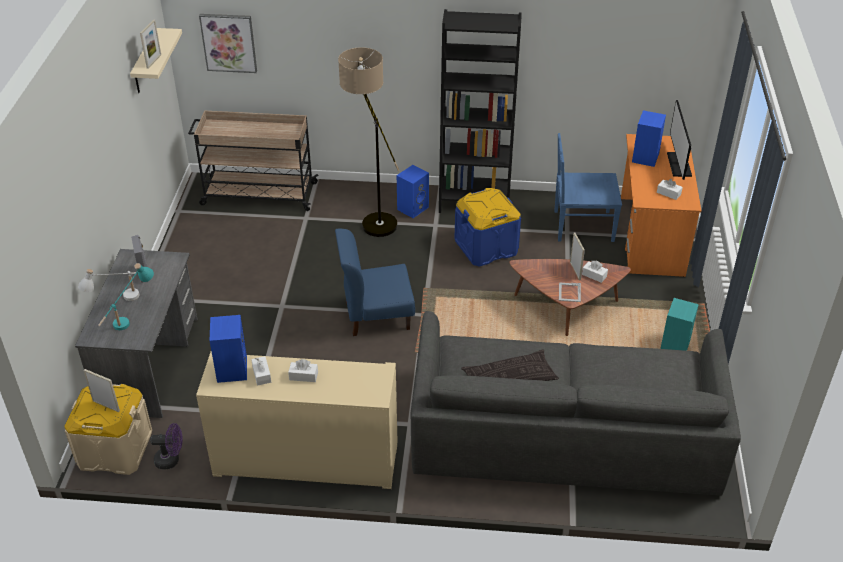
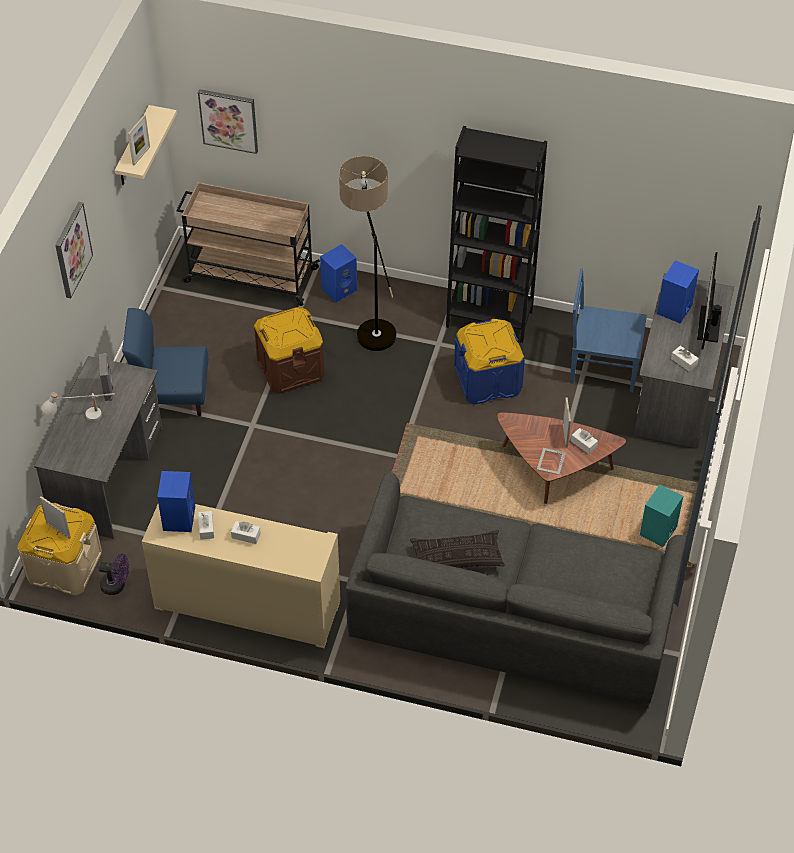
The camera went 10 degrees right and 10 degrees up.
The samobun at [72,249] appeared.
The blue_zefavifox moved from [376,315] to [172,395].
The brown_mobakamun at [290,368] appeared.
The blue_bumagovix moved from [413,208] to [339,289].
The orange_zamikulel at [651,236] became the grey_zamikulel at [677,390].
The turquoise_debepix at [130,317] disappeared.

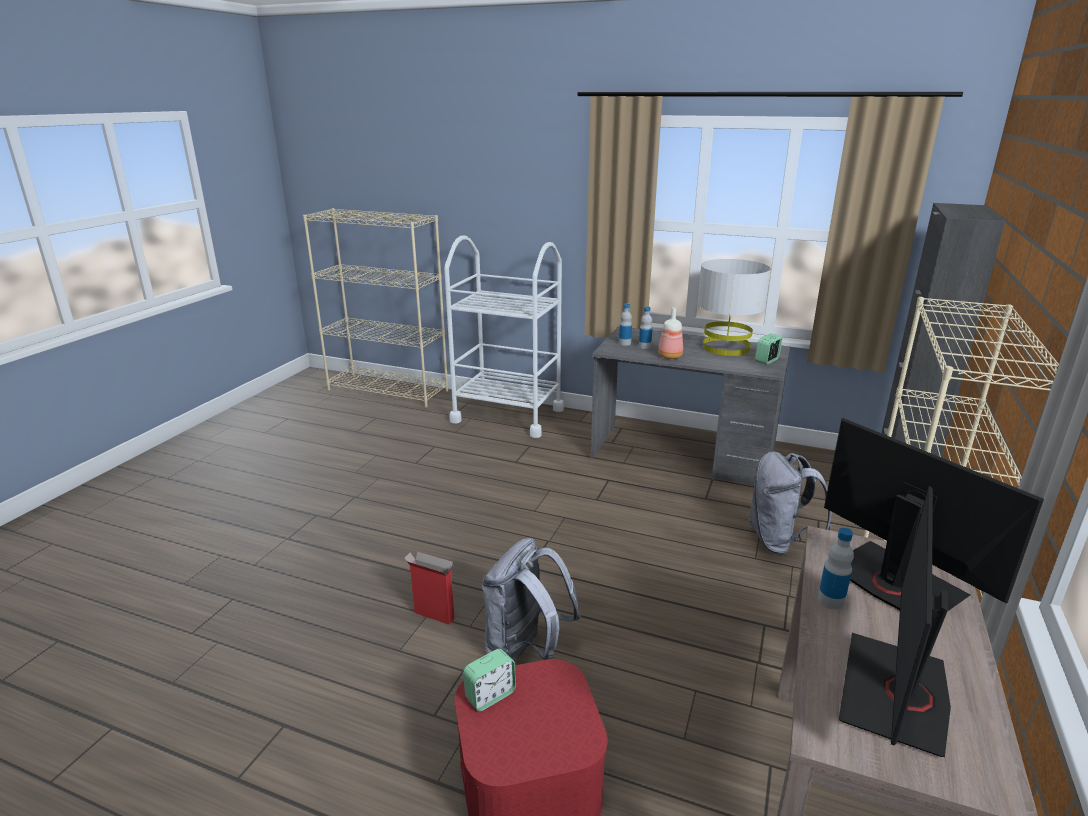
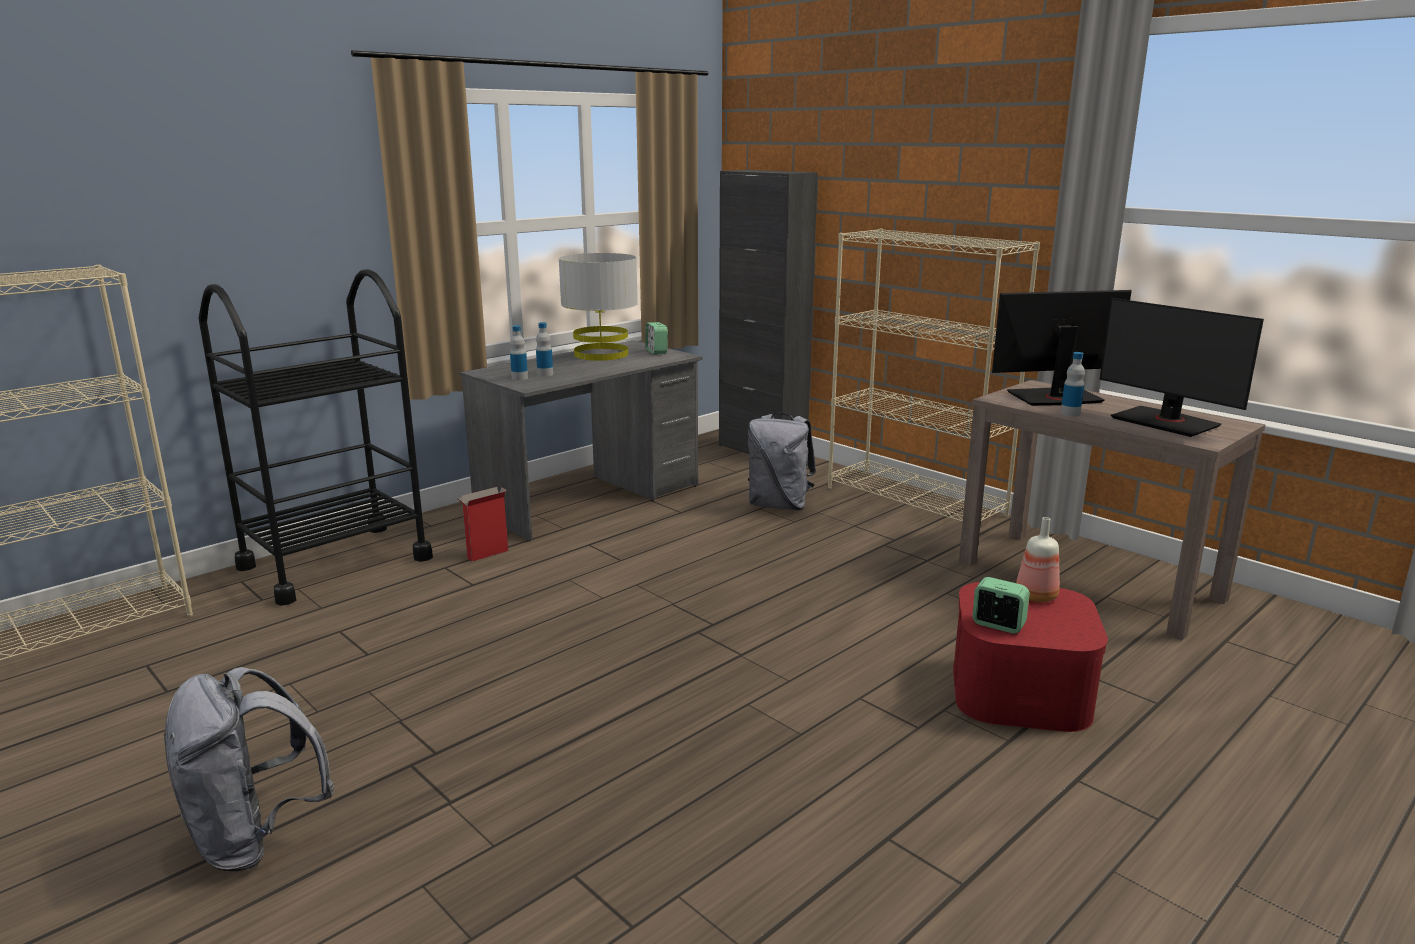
The camera went 65 degrees left and 5 degrees down.
The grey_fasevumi moved from [525,649] to [255,838].
The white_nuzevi at [507,415] became the black_nuzevi at [335,563].
The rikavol moved from [433,615] to [487,554].
The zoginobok at [490,695] turned 45 degrees counterclockwise.
The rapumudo moved from [670,356] to [1034,596].

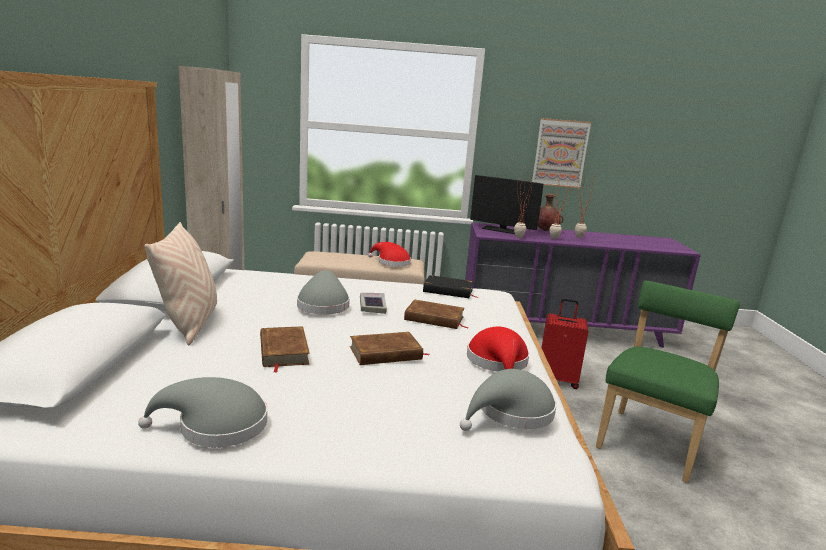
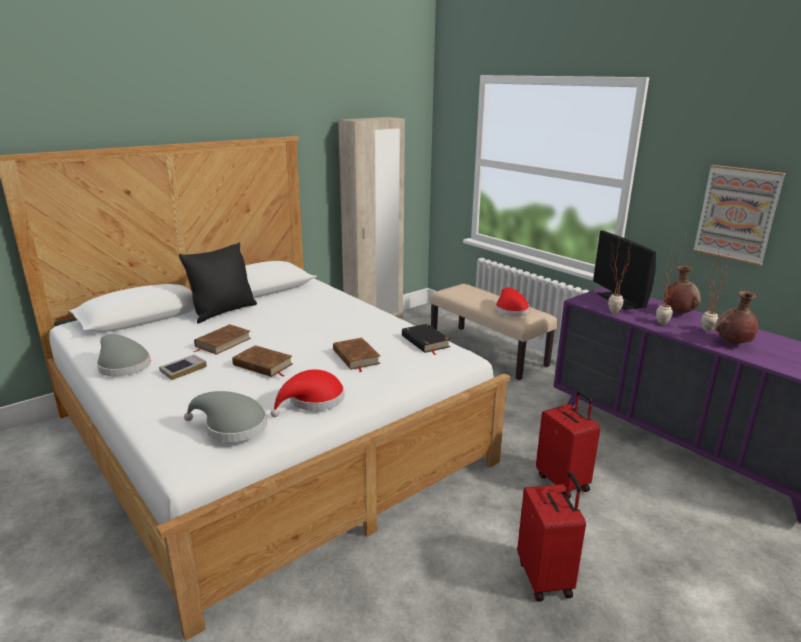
The camera went 50 degrees right and 5 degrees up.
The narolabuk moved from [372,306] to [183,369].
The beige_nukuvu at [190,324] became the black_nukuvu at [223,312].
The green_zefavifox at [650,441] was replaced by the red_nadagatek at [546,578].
The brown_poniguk at [731,343] appeared.
The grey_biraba at [323,305] disappeared.

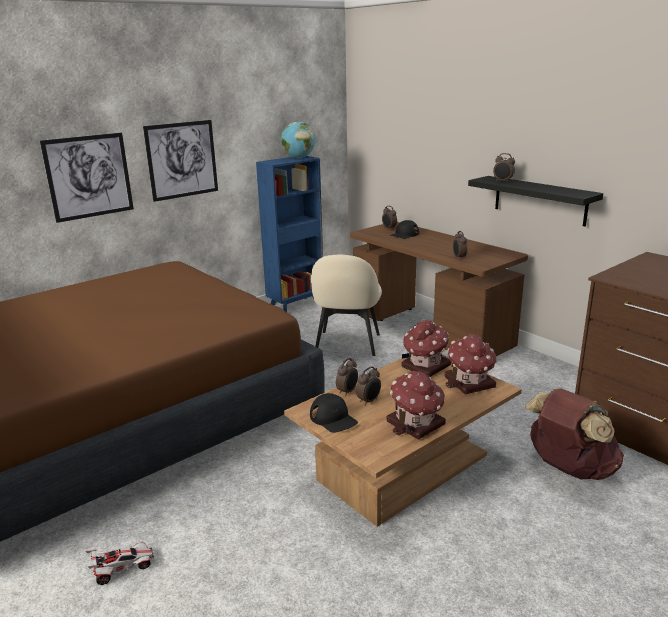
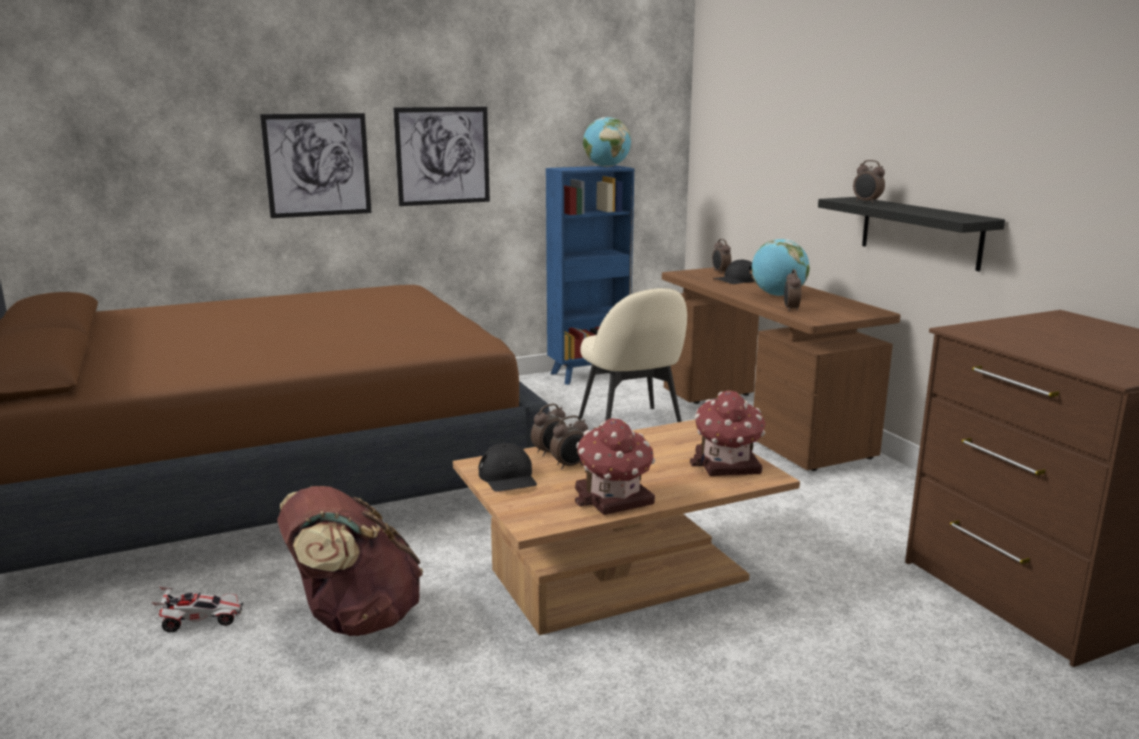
The camera went 15 degrees right and 5 degrees down.
The brown_fasevumi moved from [569,469] to [354,619].
The beige_zefavifox at [347,344] turned 45 degrees counterclockwise.
The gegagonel at [778,295] appeared.
The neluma at [425,367] disappeared.

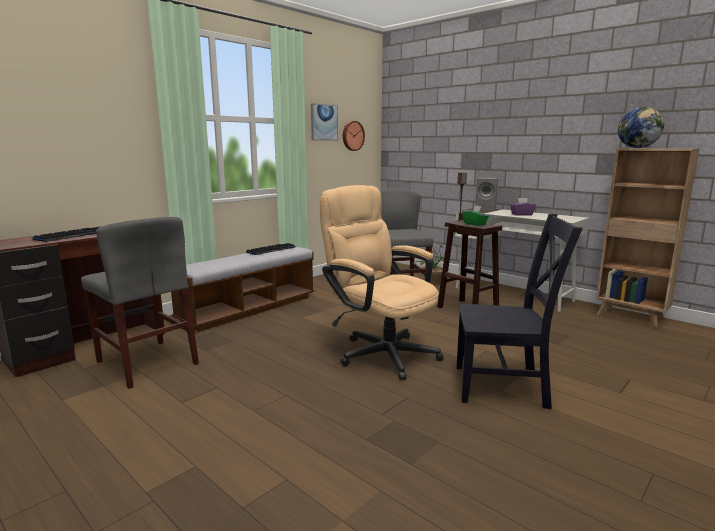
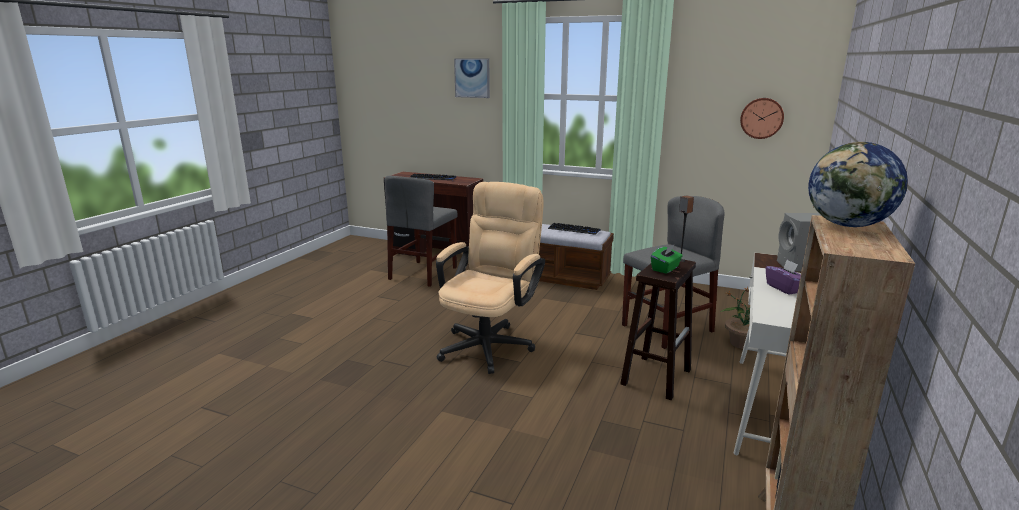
The camera went 70 degrees right and 5 degrees up.
The samobun moved from [324,122] to [472,78].
The black_zefavifox at [505,386] disappeared.

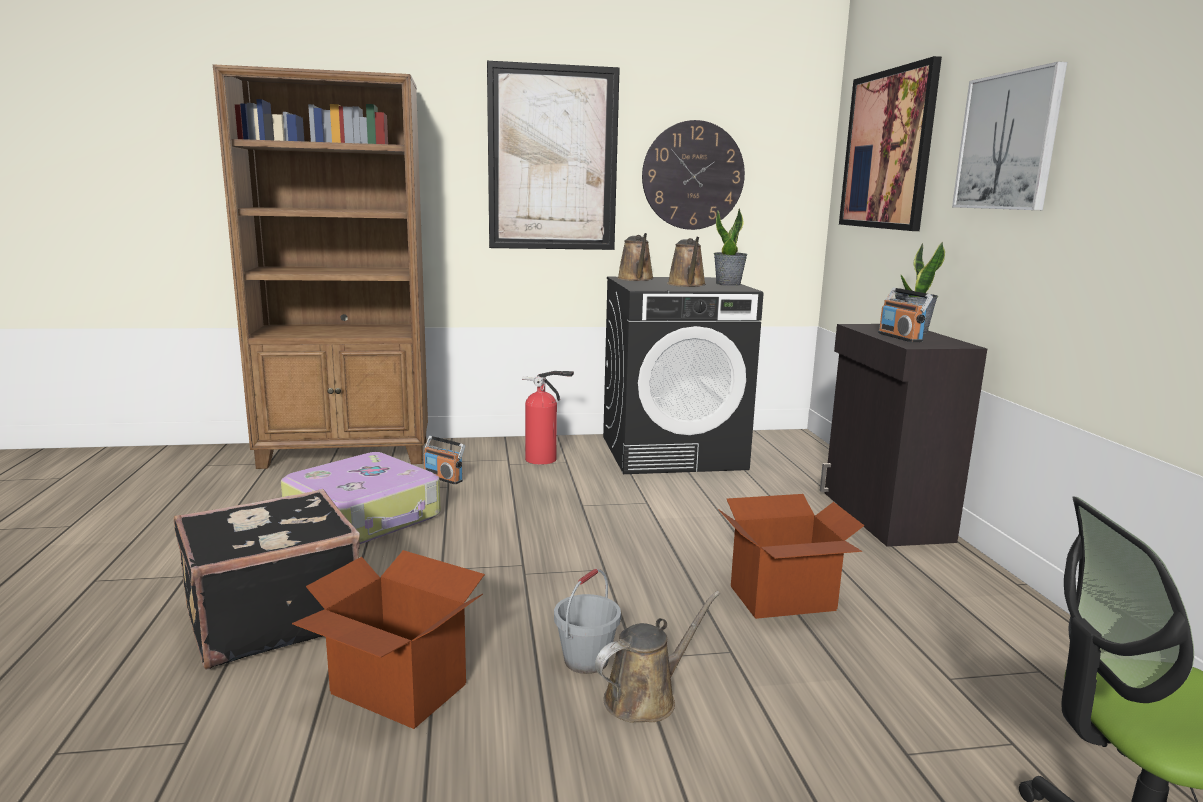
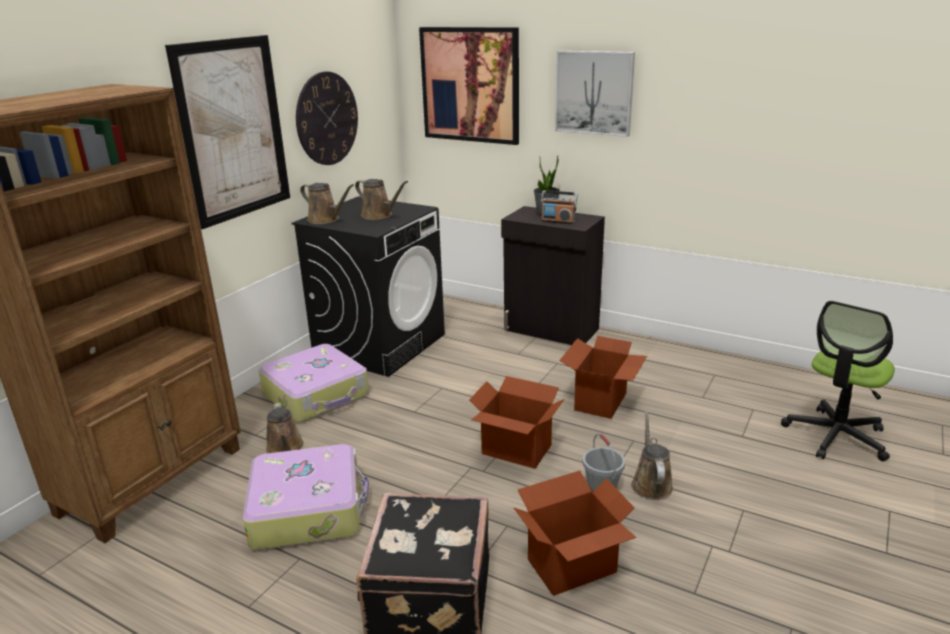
The camera went 50 degrees left and 10 degrees up.
The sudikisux at [544,459] was replaced by the nadagatek at [317,394].
The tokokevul at [443,478] was replaced by the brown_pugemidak at [285,449].
The rikavol at [516,450] appeared.
The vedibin at [728,284] disappeared.

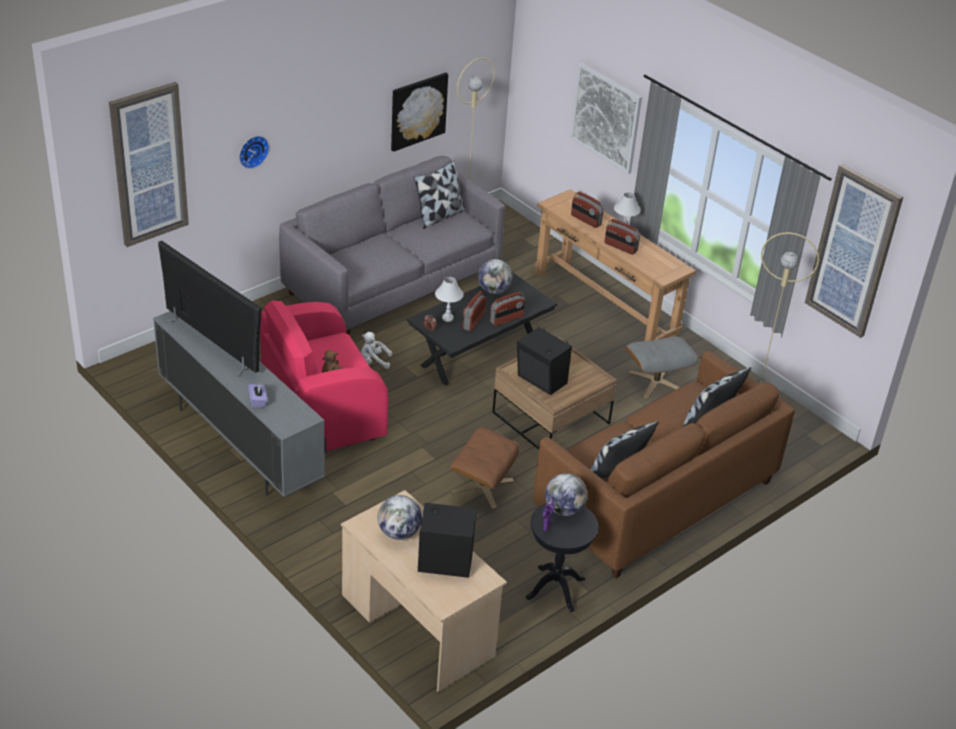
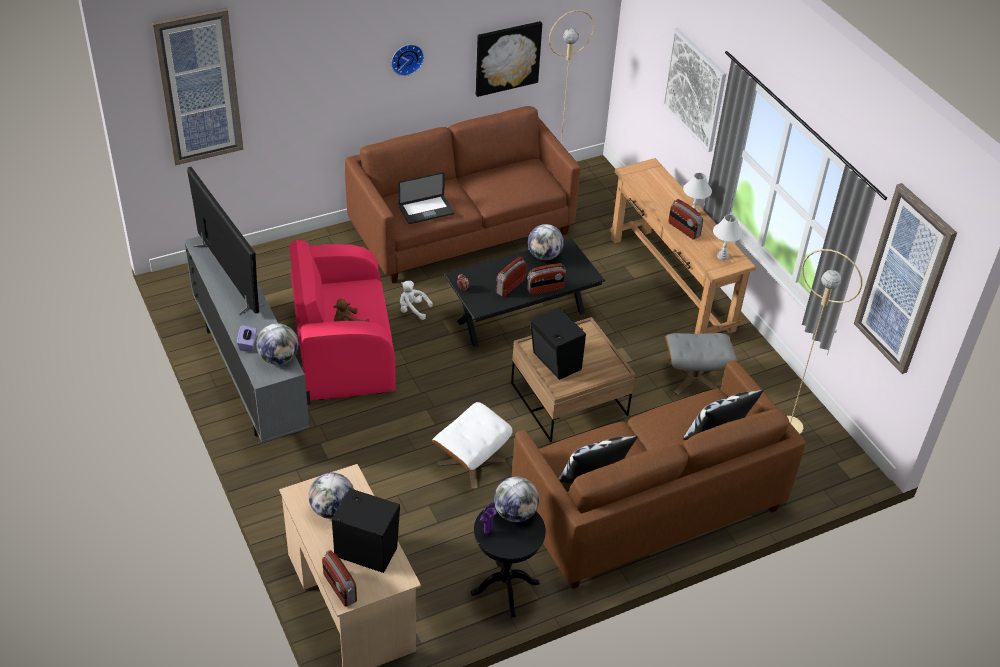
The camera went 15 degrees right and 5 degrees up.
The gegagonel at [279,358] appeared.
The tokokevul moved from [585,220] to [339,588].
The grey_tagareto at [392,283] became the brown_tagareto at [461,230].
The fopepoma moved from [252,151] to [406,58].
The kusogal at [426,210] appeared.
The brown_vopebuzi at [482,486] became the white_vopebuzi at [471,462].
The white_debepix moved from [447,318] to [722,256].
The nukuvu at [439,217] disappeared.

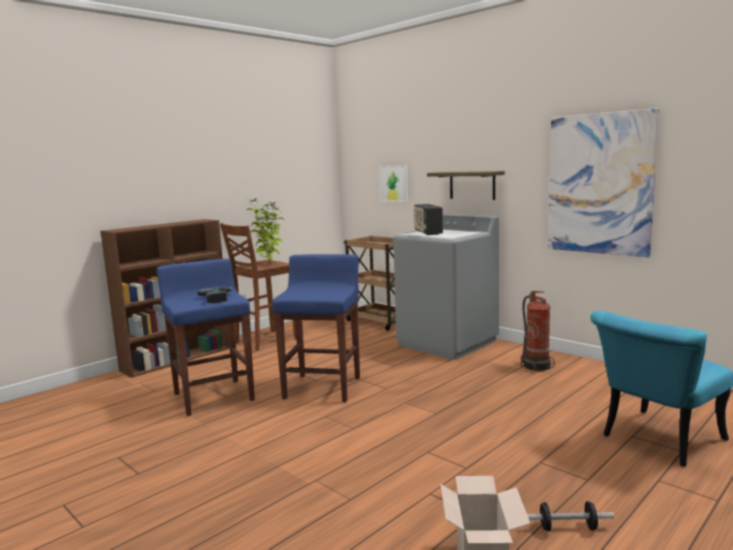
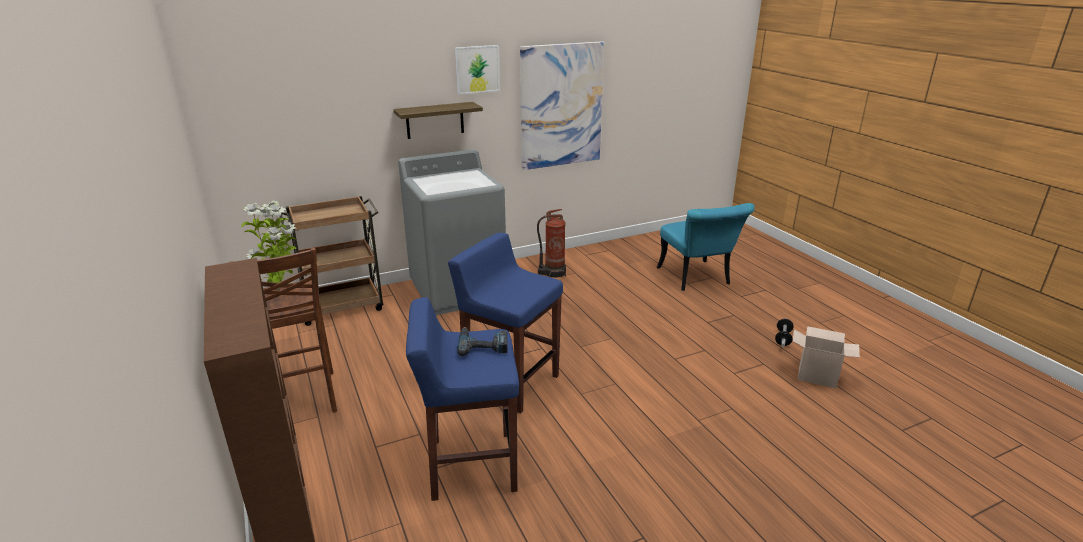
The camera went 70 degrees left and 15 degrees up.
The samobun moved from [394,183] to [477,69].
The tokokevul at [427,232] disappeared.

